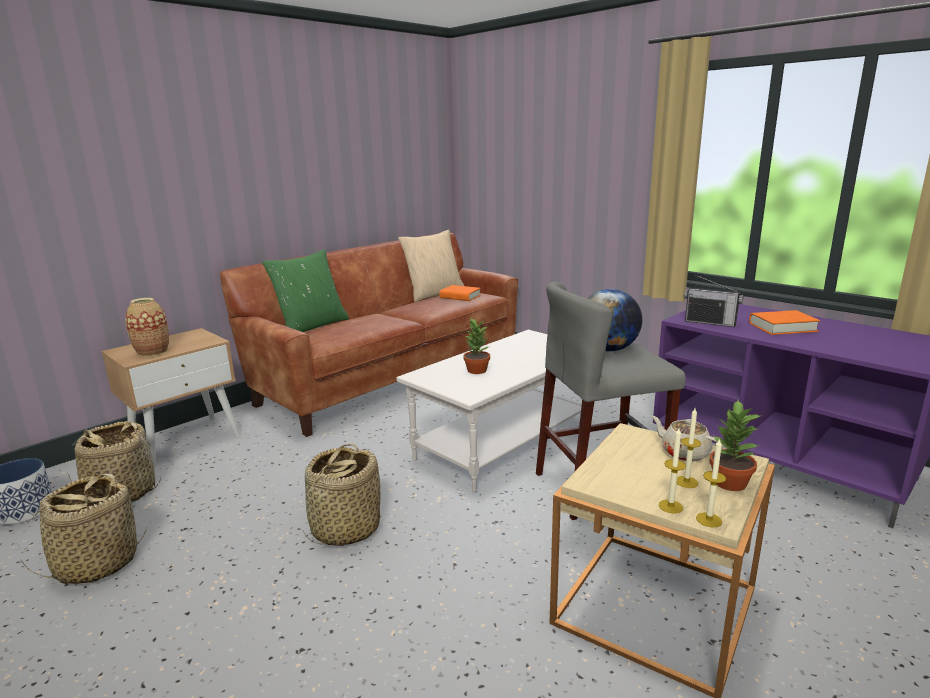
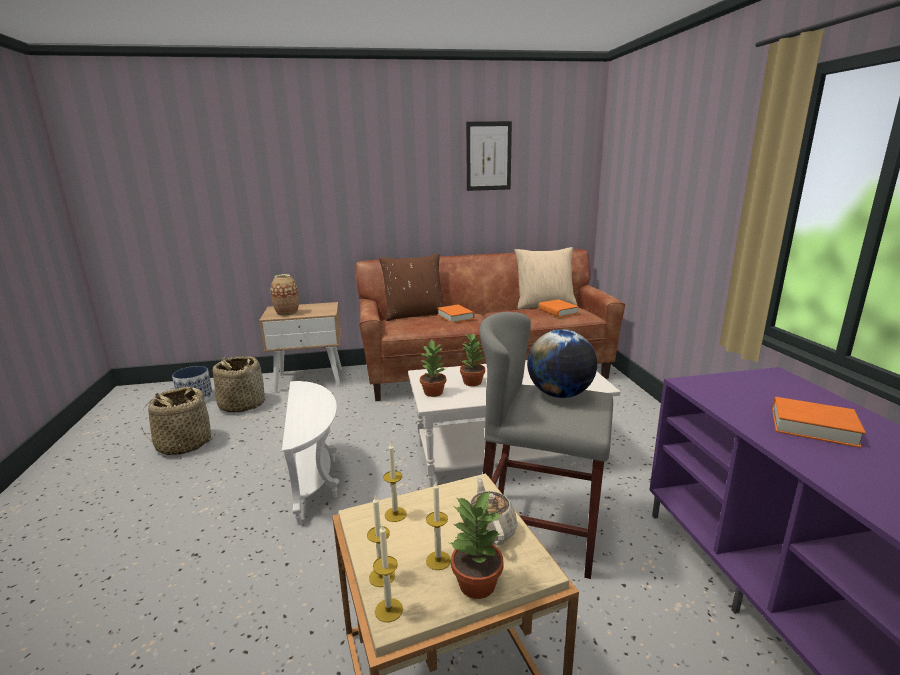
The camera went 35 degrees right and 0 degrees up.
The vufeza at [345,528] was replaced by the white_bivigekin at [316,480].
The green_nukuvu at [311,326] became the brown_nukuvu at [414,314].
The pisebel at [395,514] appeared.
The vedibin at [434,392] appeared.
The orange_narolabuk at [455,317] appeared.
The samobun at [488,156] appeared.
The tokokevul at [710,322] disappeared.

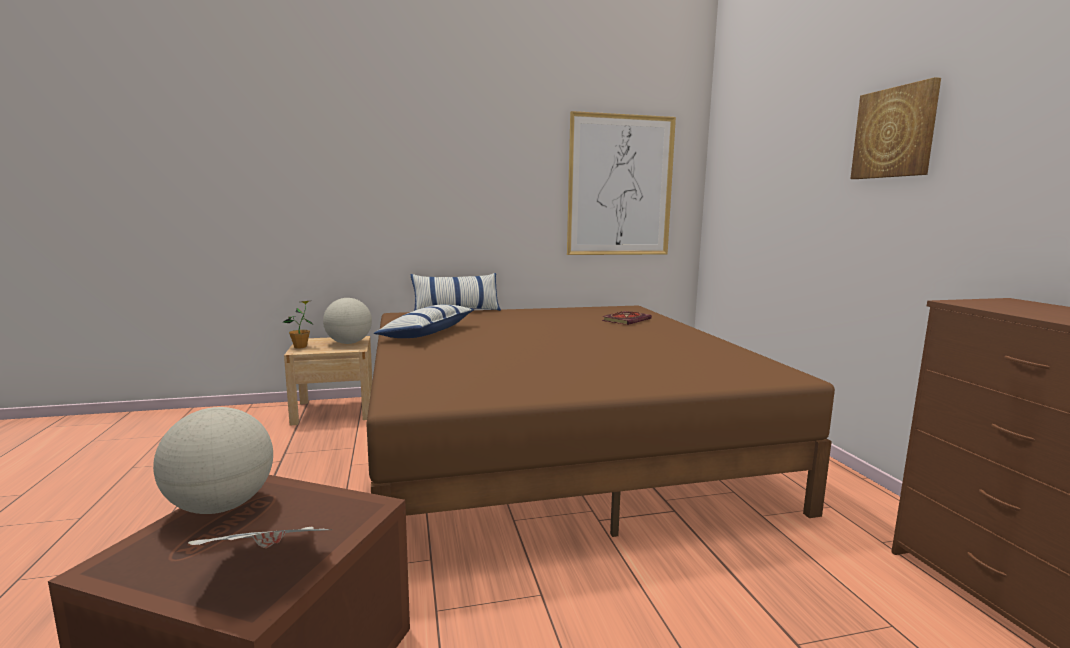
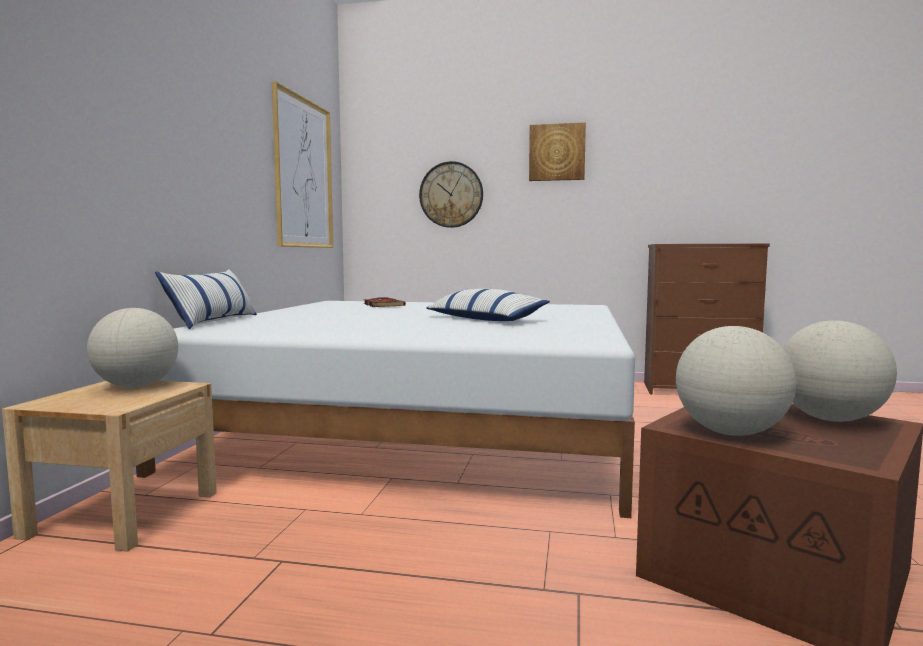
The camera went 65 degrees left and 5 degrees down.
The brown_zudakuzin at [554,442] became the white_zudakuzin at [425,426].
The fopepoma at [451,194] appeared.
The nukuvu moved from [428,333] to [485,319].
The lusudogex at [272,565] was replaced by the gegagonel at [830,419].
The vedibin at [300,347] disappeared.

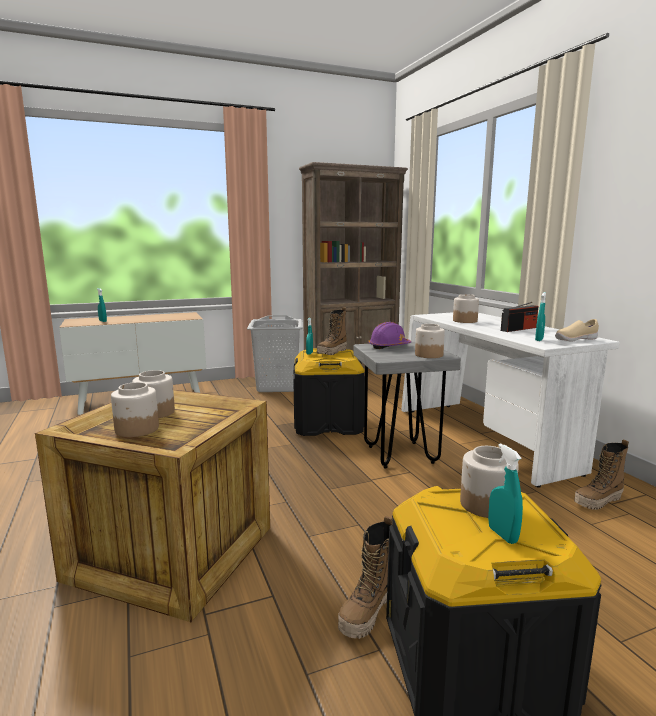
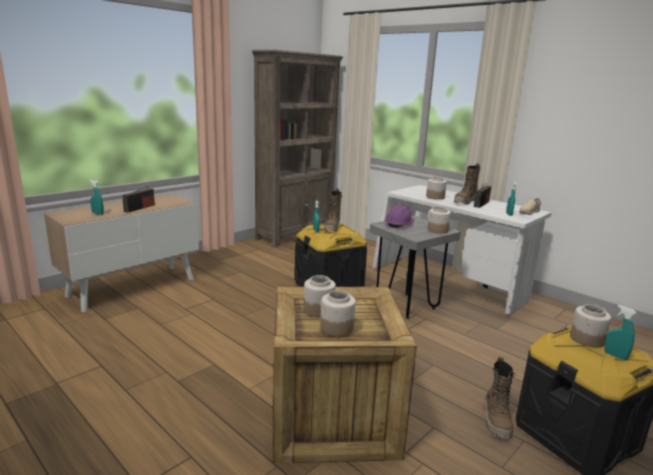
The camera went 25 degrees left and 5 degrees up.
The tokokevul at [139,208] appeared.
The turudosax moved from [598,501] to [465,202].
The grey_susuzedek at [278,386] disappeared.

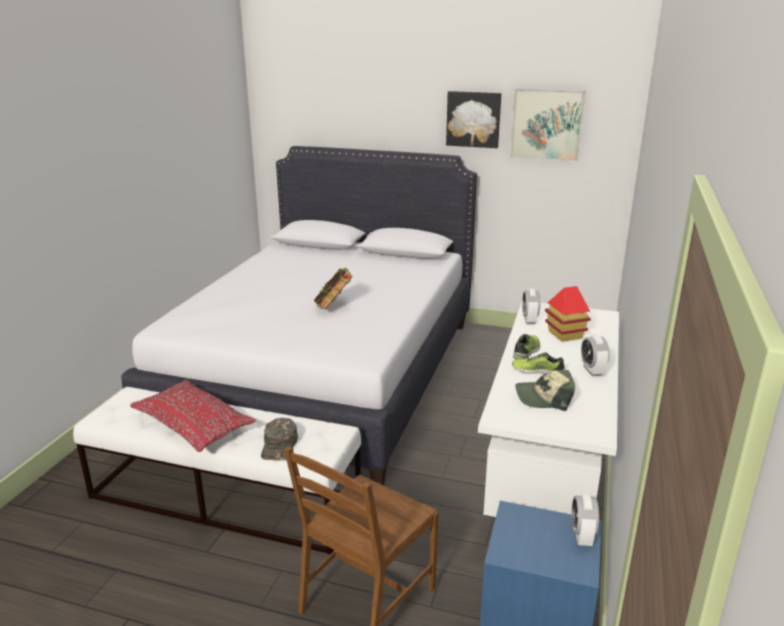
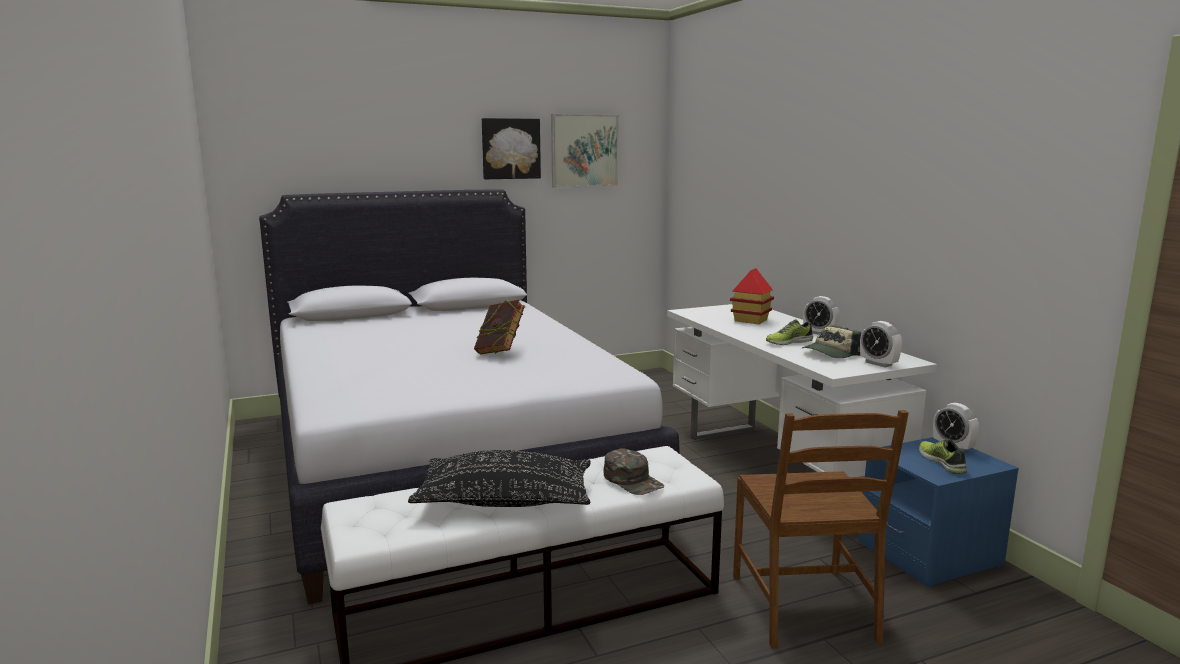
The camera went 40 degrees left and 10 degrees down.
The red_nukuvu at [193,426] became the black_nukuvu at [505,501].
The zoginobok moved from [529,320] to [878,364].
The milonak moved from [527,351] to [942,462].

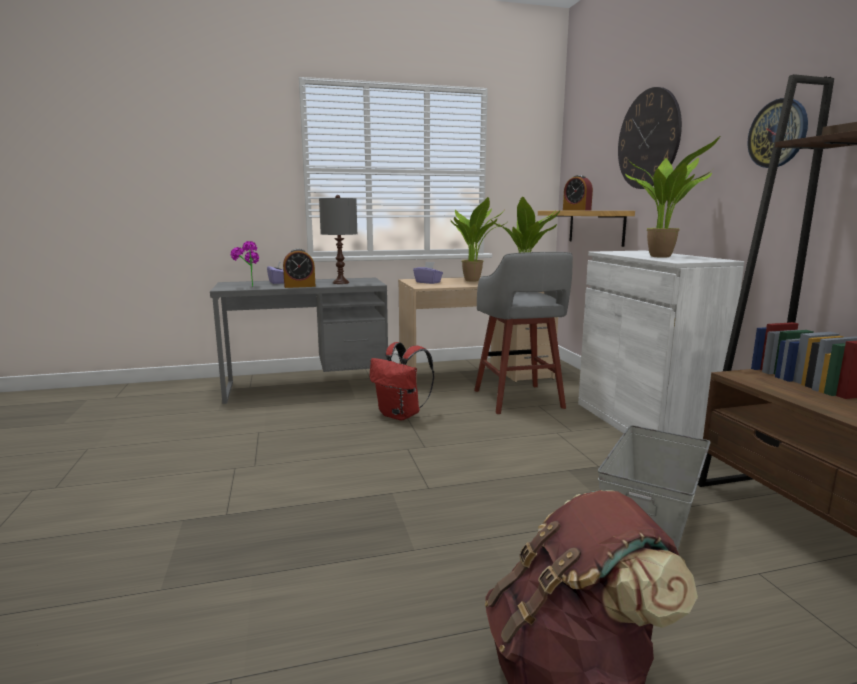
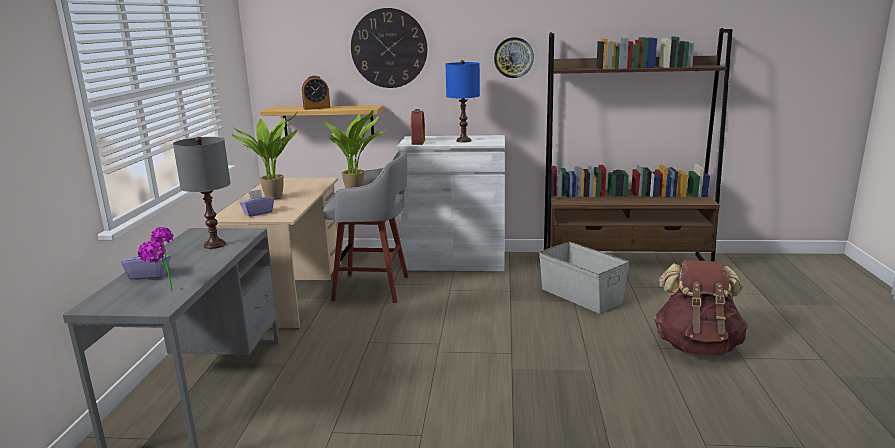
The camera went 70 degrees left and 5 degrees up.
The zoginobok moved from [299,286] to [418,142].
The vedibin at [662,256] was replaced by the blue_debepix at [463,141].
The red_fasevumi at [401,415] disappeared.

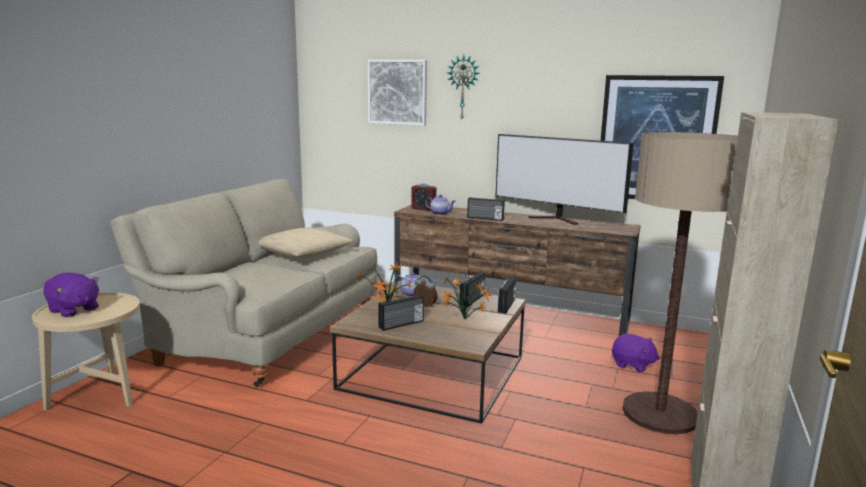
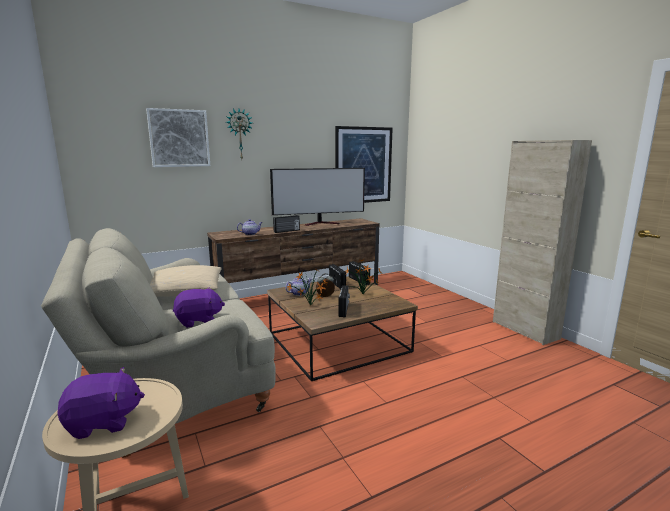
The camera went 50 degrees left and 0 degrees up.
The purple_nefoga moved from [632,365] to [199,321].
The zoginobok at [423,209] disappeared.
The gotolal at [660,414] disappeared.

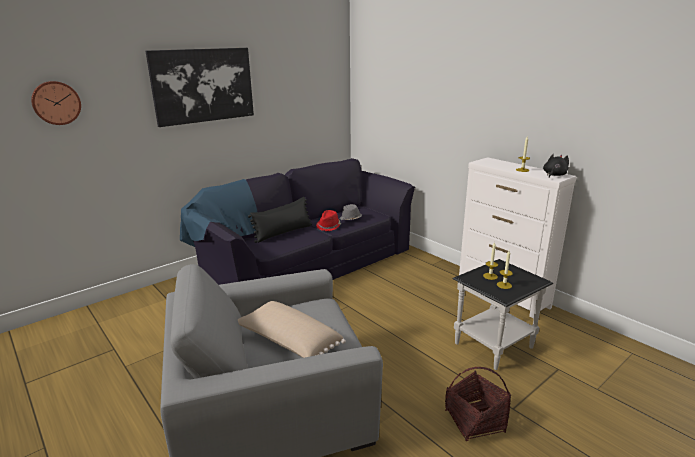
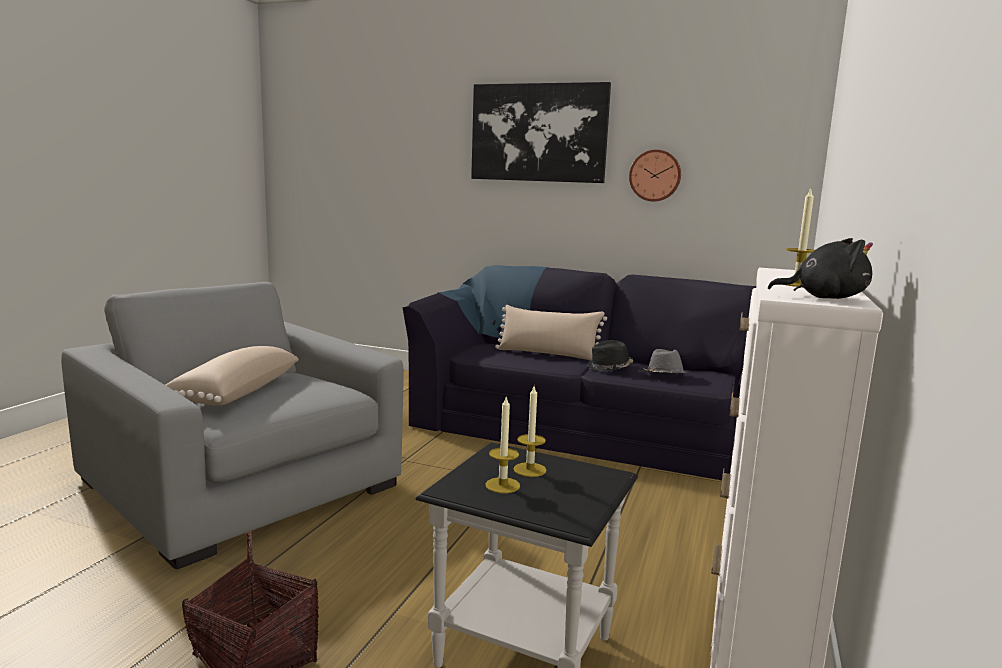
The camera went 60 degrees right and 10 degrees down.
The black_nukuvu at [283,233] became the beige_nukuvu at [548,354].
The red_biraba at [329,226] became the black_biraba at [609,368].
The fopepoma moved from [56,103] to [655,175].

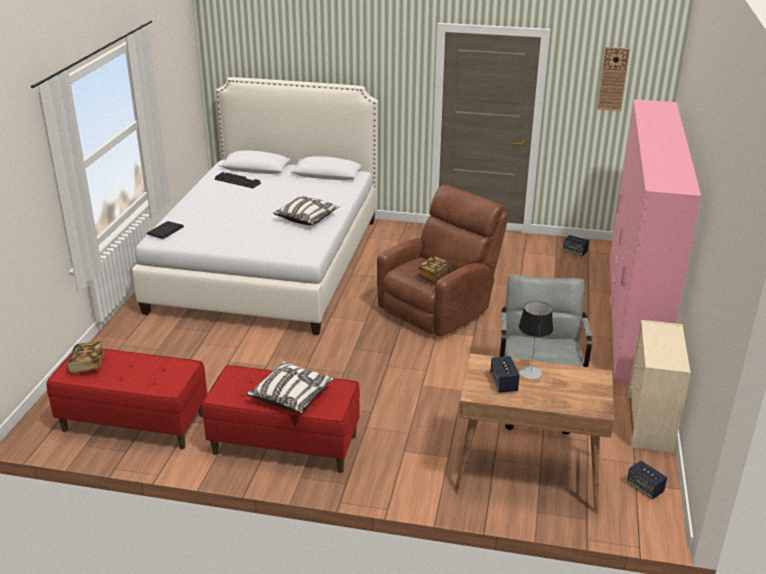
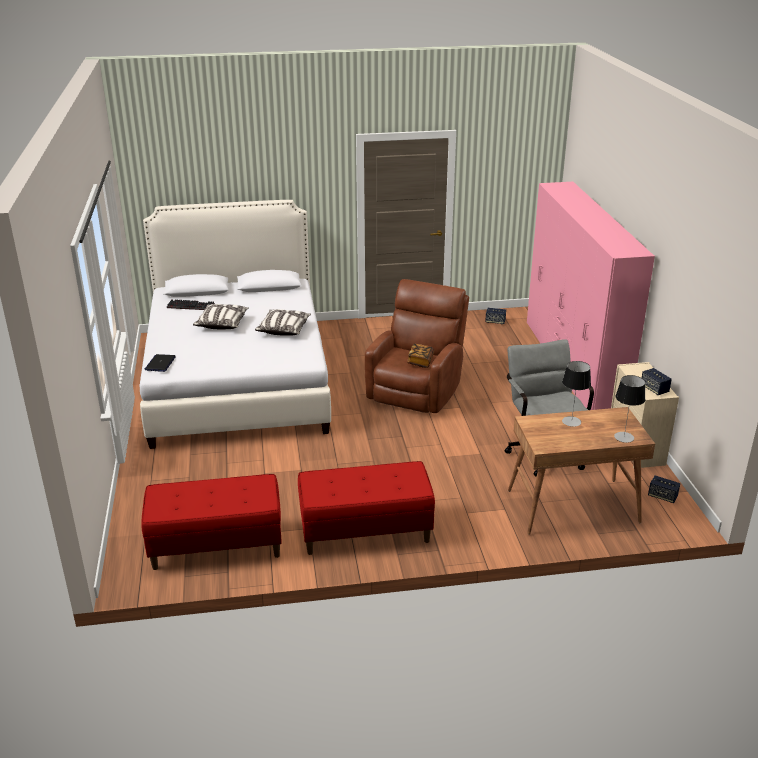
The camera went 20 degrees left and 0 degrees up.
The nukuvu moved from [291,396] to [222,323].
The debepix at [624,437] appeared.
The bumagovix moved from [503,384] to [654,389].
The narolabuk at [87,365] disappeared.
The fopepoma at [613,79] disappeared.

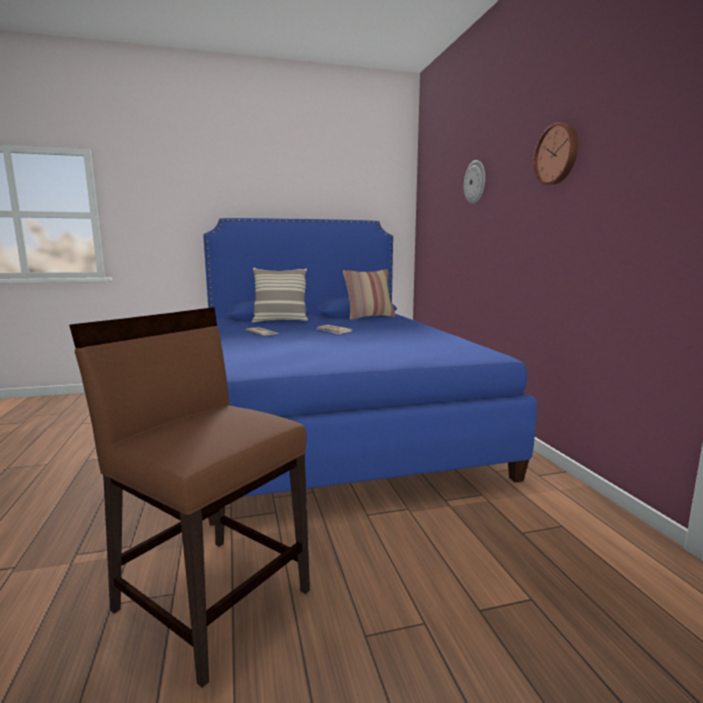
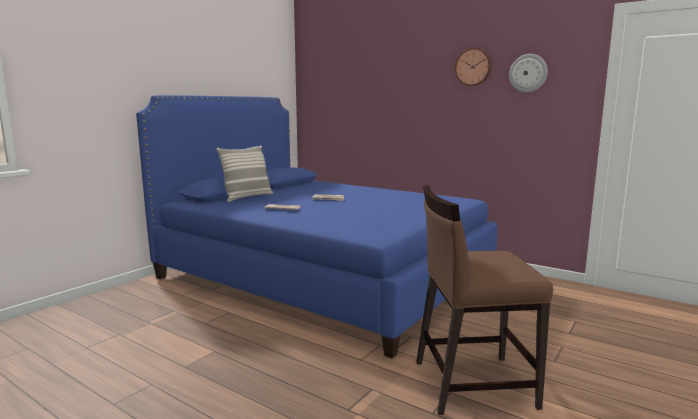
The camera went 40 degrees left and 0 degrees up.
The fopepoma moved from [475,182] to [528,73].
The nukuvu at [369,317] disappeared.

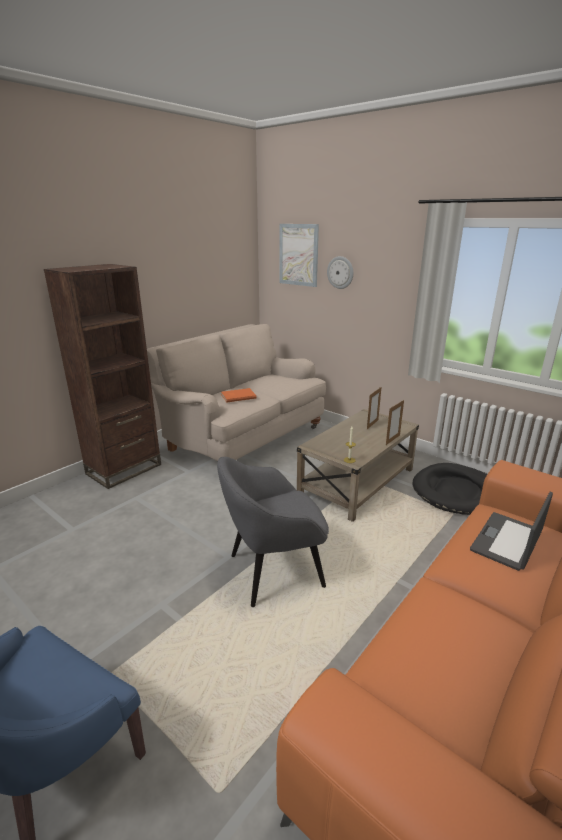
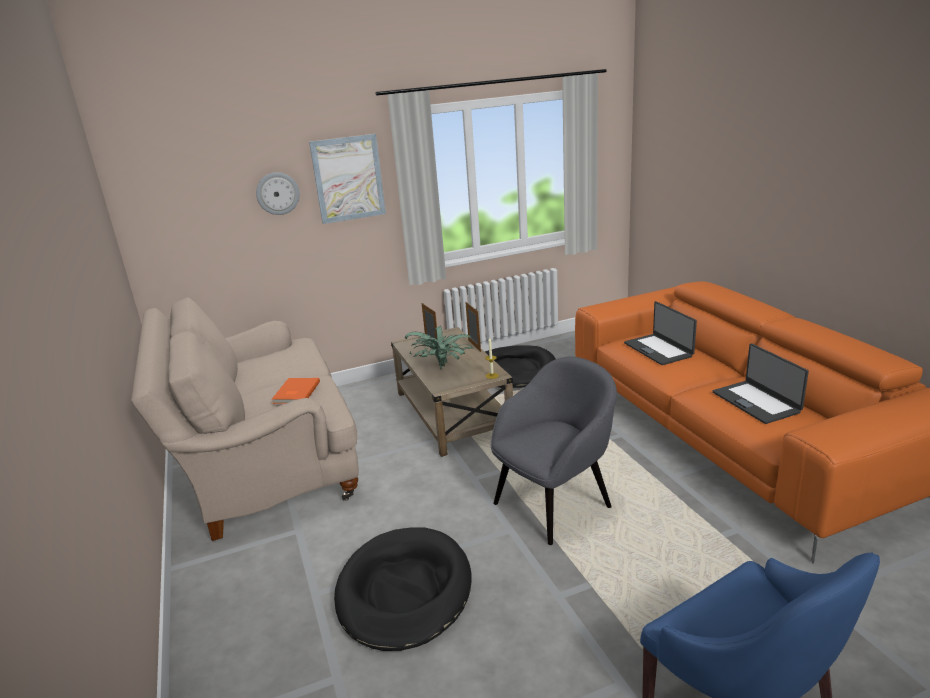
The camera went 60 degrees left and 0 degrees up.
The samobun moved from [298,255] to [348,178].
The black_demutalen at [404,591] appeared.
The vedibin at [443,368] appeared.
The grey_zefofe at [273,571] turned 135 degrees counterclockwise.
The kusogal at [756,402] appeared.
The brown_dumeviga at [124,469] disappeared.

